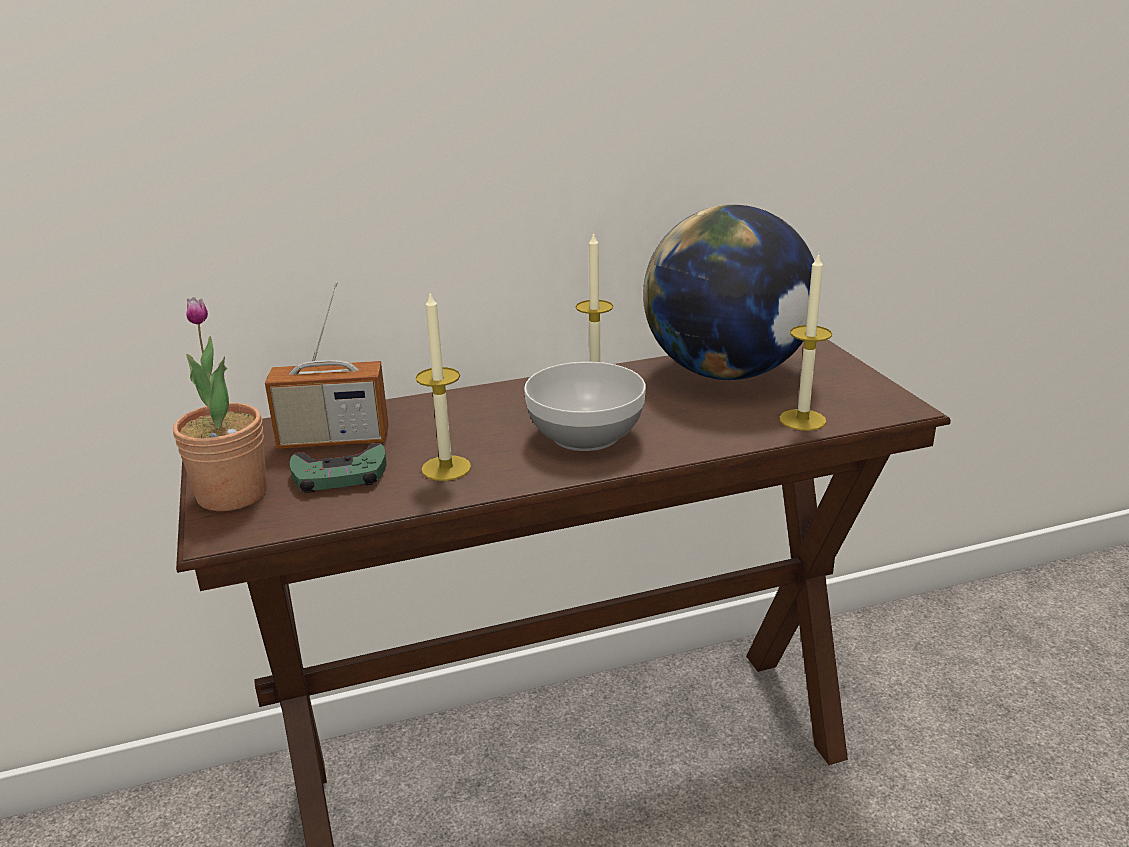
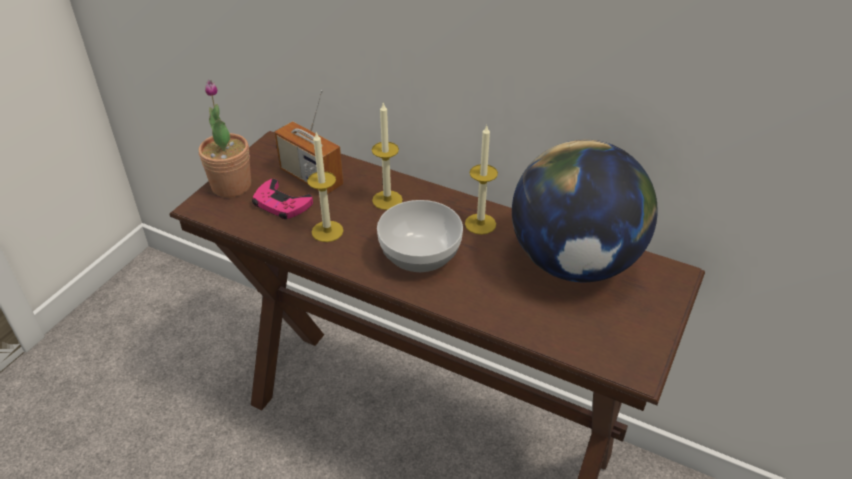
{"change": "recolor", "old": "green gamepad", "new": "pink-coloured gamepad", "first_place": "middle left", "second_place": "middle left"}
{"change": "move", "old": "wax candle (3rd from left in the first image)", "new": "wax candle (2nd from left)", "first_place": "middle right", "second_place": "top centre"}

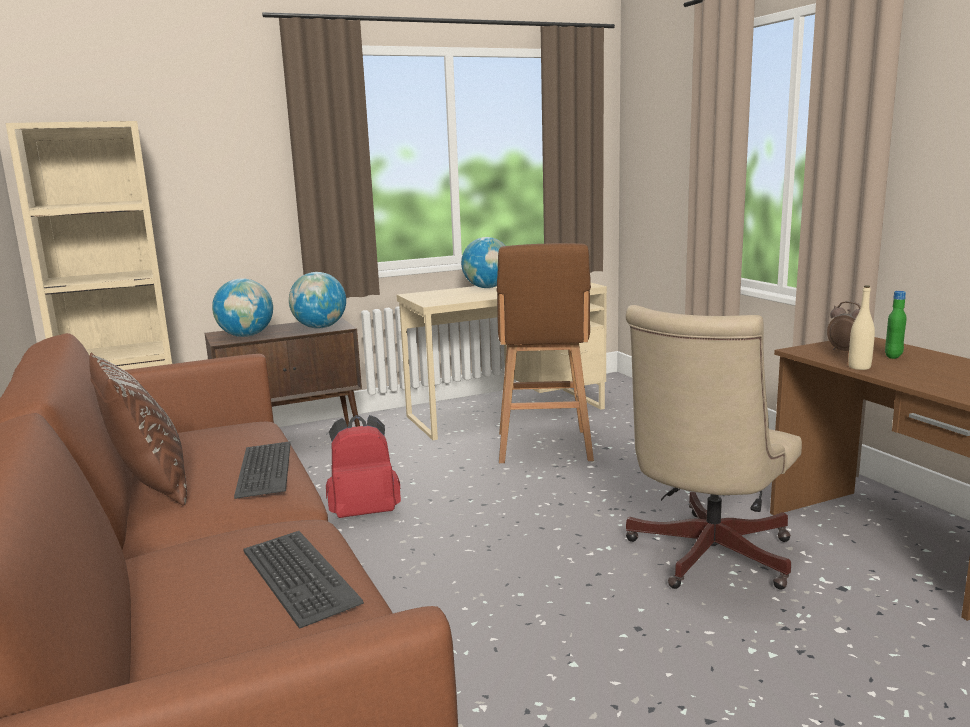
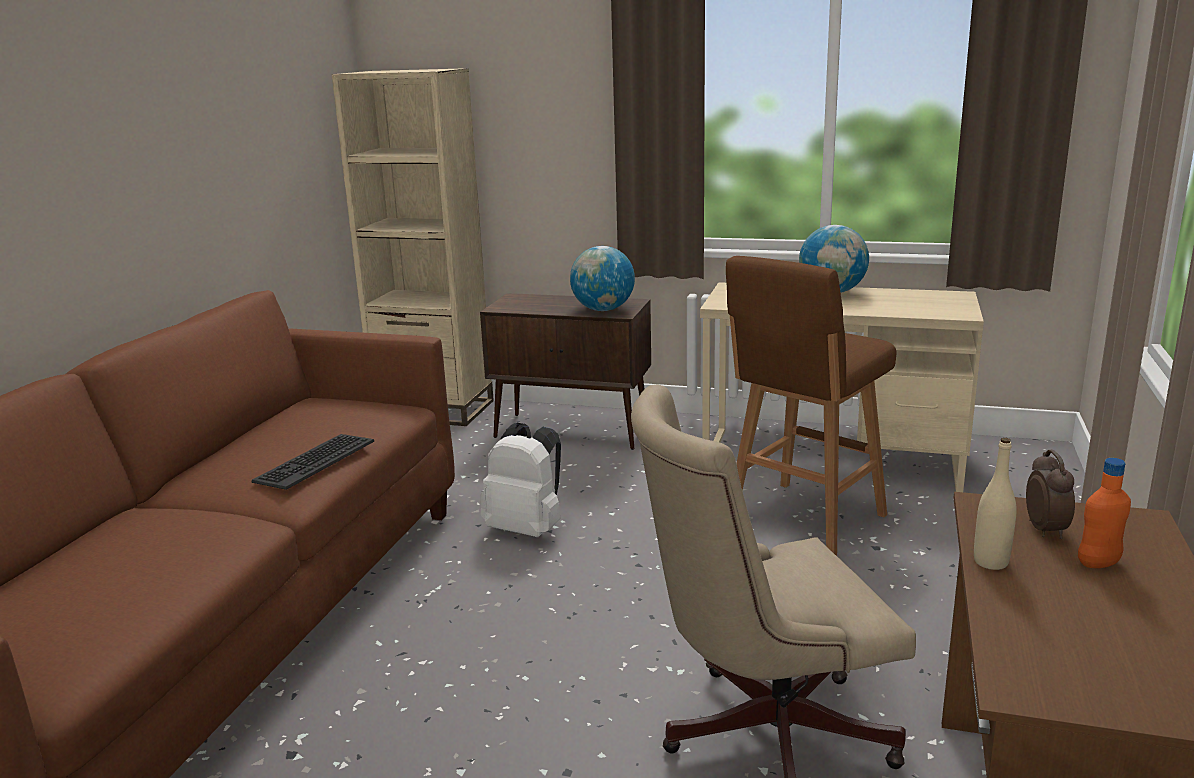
{"change": "delete", "old": "brownish cushion", "first_place": "middle left"}
{"change": "delete", "old": "desk globe (1st from left)", "first_place": "middle left"}
{"change": "delete", "old": "keyboard (2nd from left)", "first_place": "bottom left"}
{"change": "recolor", "old": "red-coloured knapsack", "new": "white knapsack", "first_place": "centre", "second_place": "centre"}
{"change": "recolor", "old": "green bottle", "new": "orange bottle", "first_place": "middle right", "second_place": "middle right"}

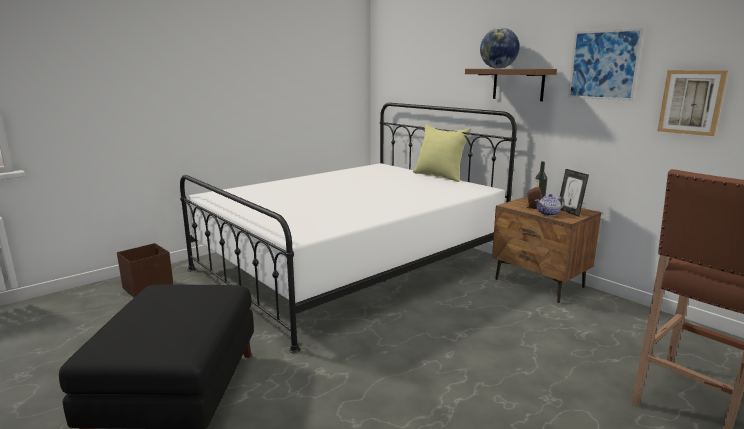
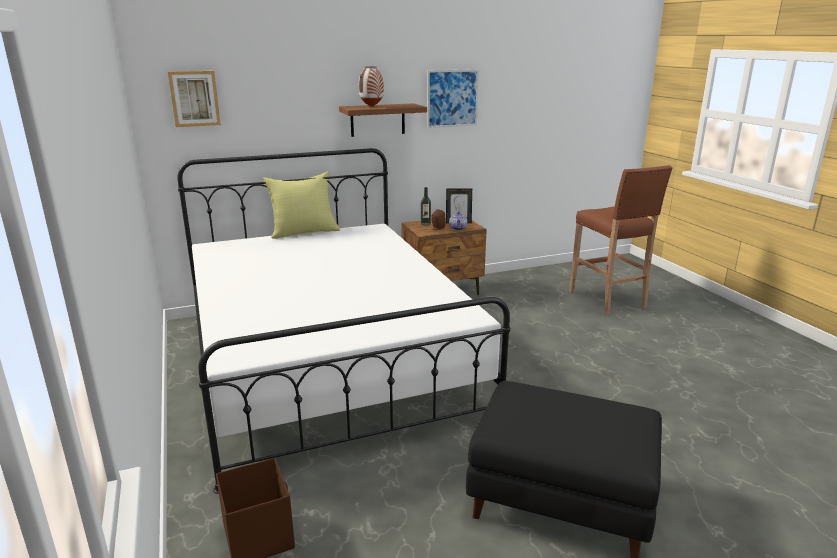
{"change": "replace", "old": "desk globe", "new": "vase", "first_place": "top right", "second_place": "top centre"}
{"change": "move", "old": "wall art (2nd from left in the first image)", "new": "wall art (1st from left)", "first_place": "top right", "second_place": "top left"}

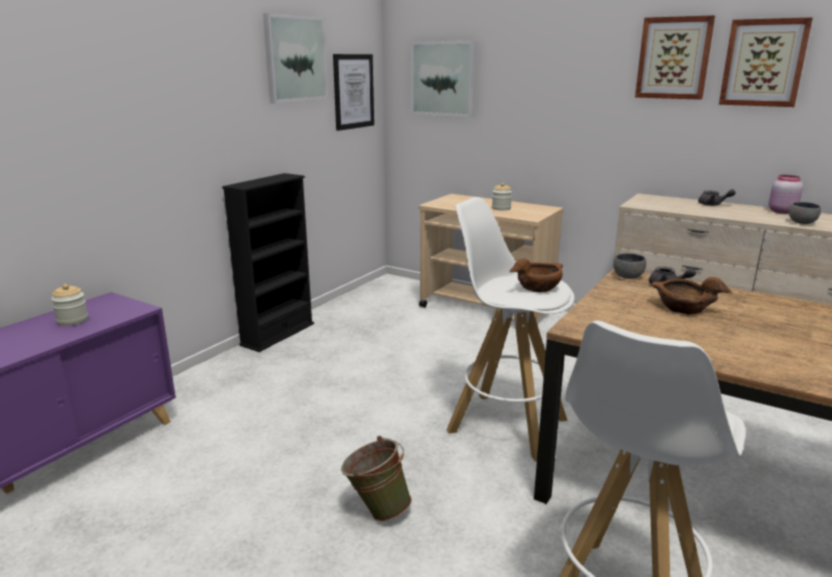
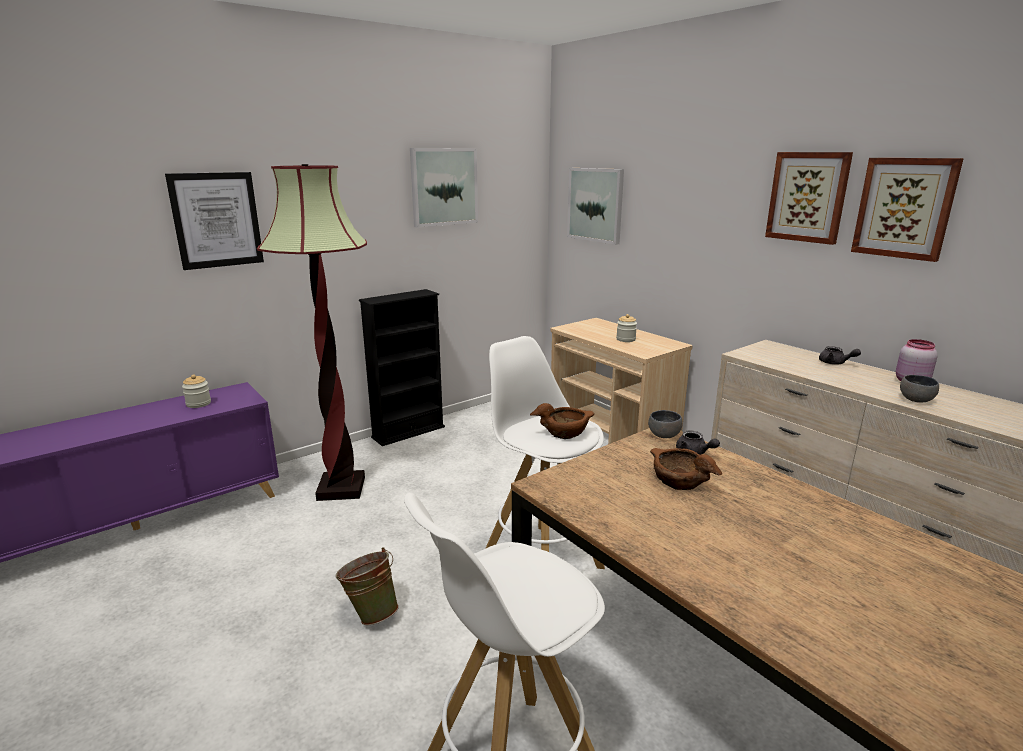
{"change": "move", "old": "wall art (2nd from left in the first image)", "new": "wall art (1st from left)", "first_place": "top centre", "second_place": "top left"}
{"change": "insert", "new": "floor lamp", "second_place": "middle left"}

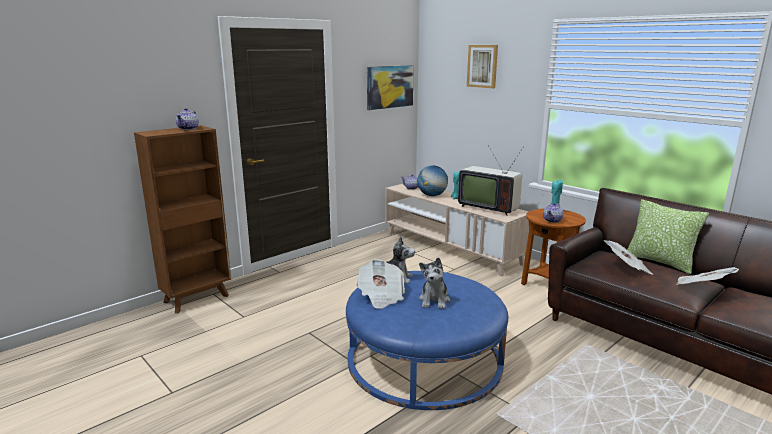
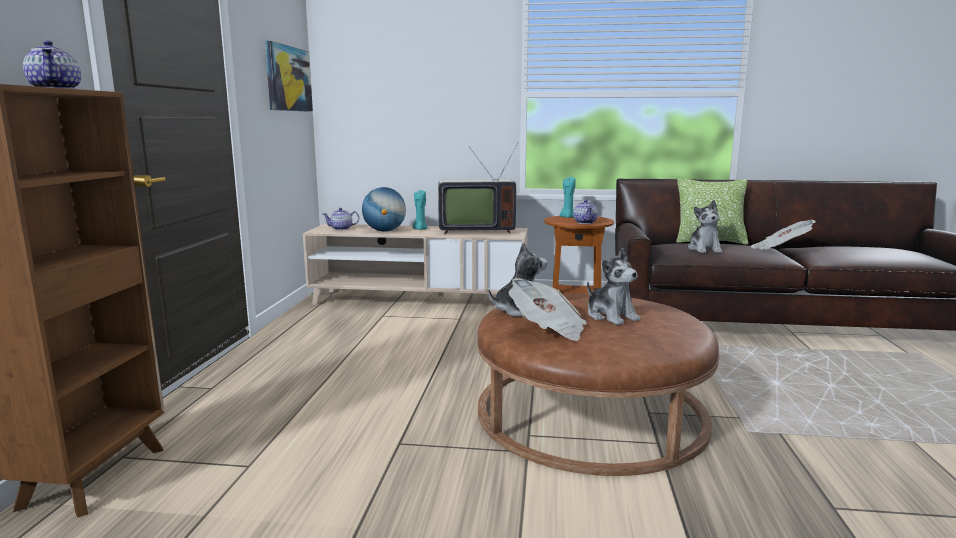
{"change": "recolor", "old": "blue-coloured ottoman", "new": "brownish ottoman", "first_place": "bottom centre", "second_place": "bottom centre"}
{"change": "delete", "old": "wall art (2nd from left)", "first_place": "top centre"}
{"change": "replace", "old": "newspaper (2nd from left)", "new": "plush toy (3rd from left)", "first_place": "middle right", "second_place": "middle right"}

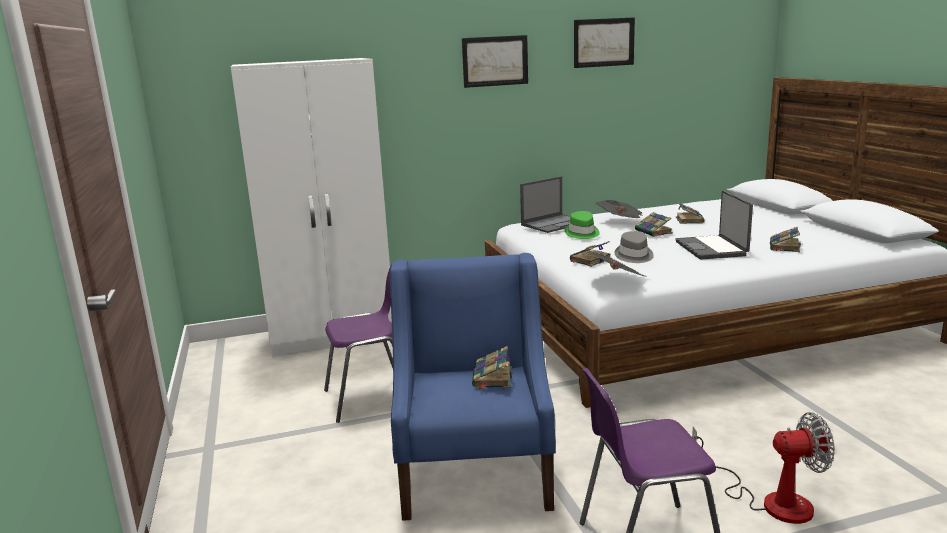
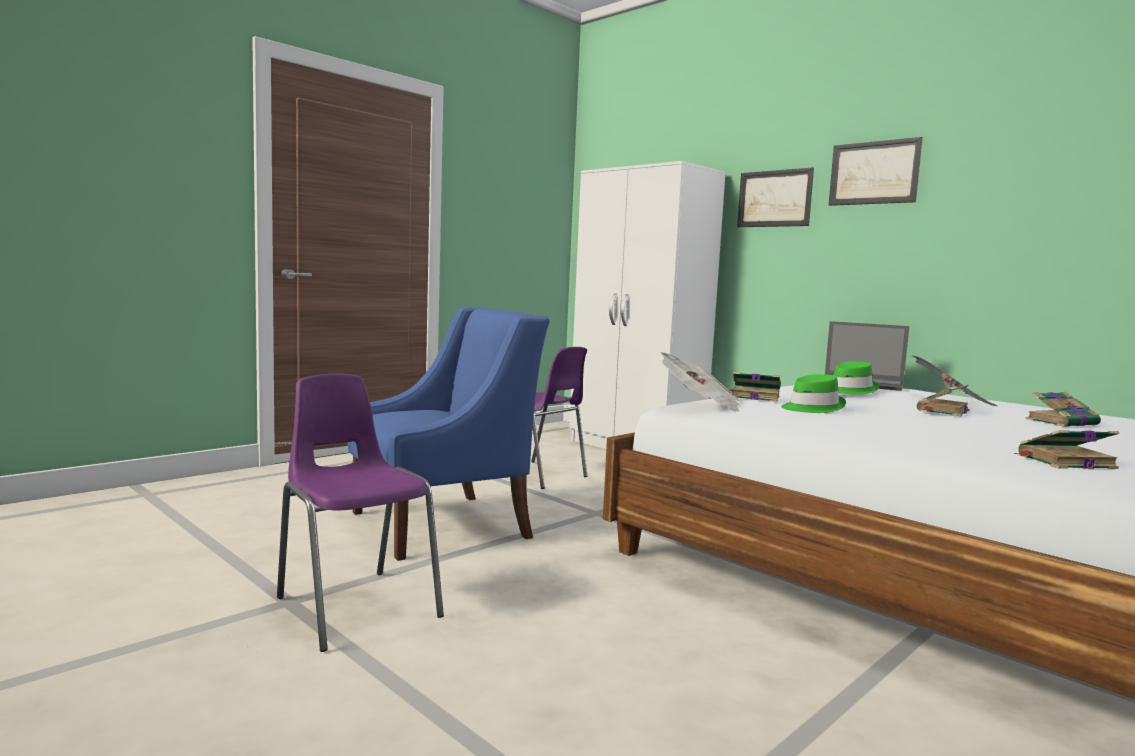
{"change": "delete", "old": "book (1st from left)", "first_place": "bottom centre"}
{"change": "move", "old": "wall art (2nd from left in the first image)", "new": "wall art (1st from left)", "first_place": "top centre", "second_place": "top right"}
{"change": "recolor", "old": "greyish hat", "new": "green hat (1st from left)", "first_place": "middle right", "second_place": "middle right"}
{"change": "delete", "old": "notebook computer (2nd from left)", "first_place": "middle right"}
{"change": "delete", "old": "cooling fan", "first_place": "bottom right"}

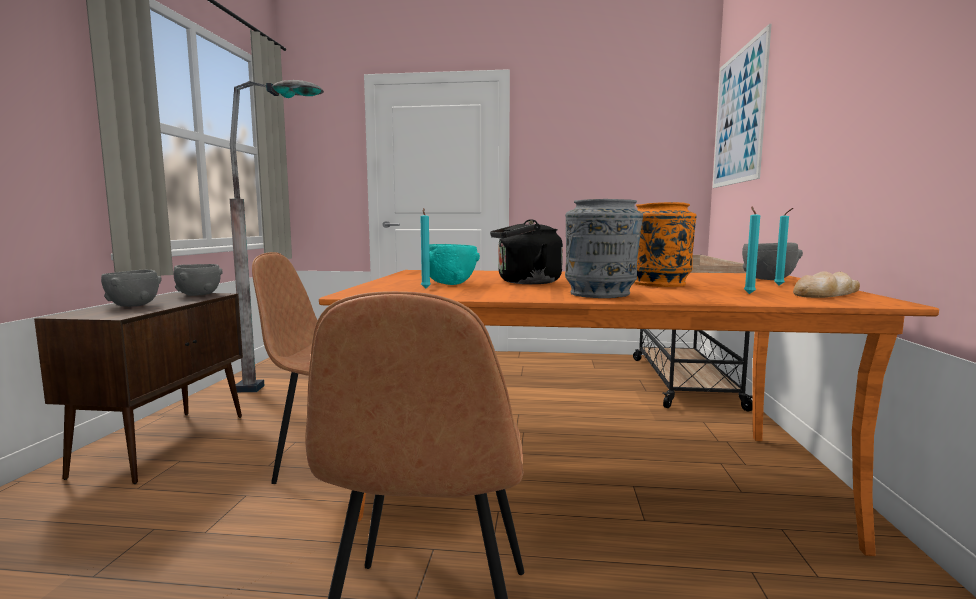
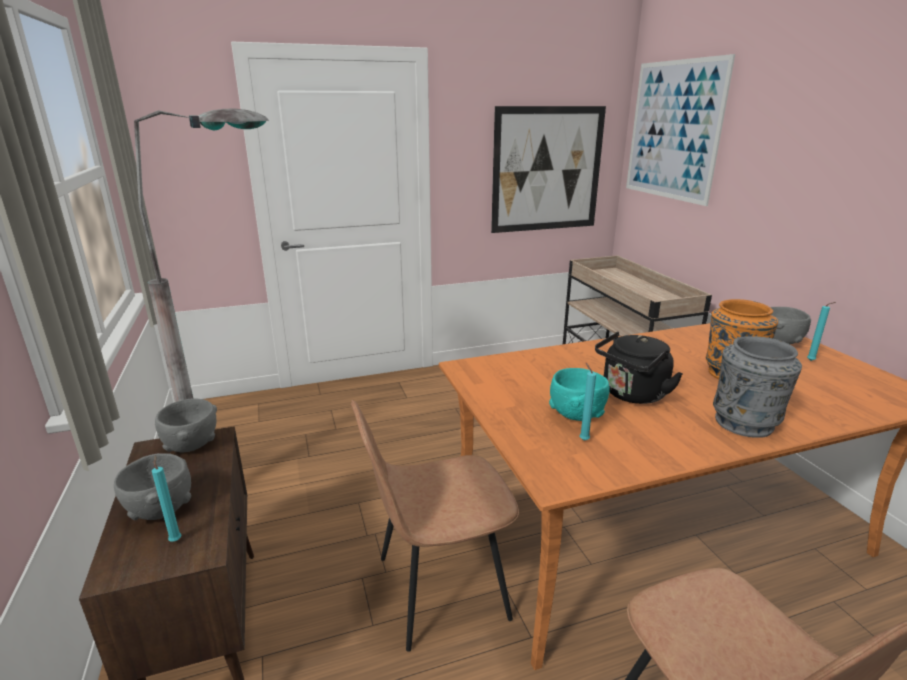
{"change": "move", "old": "turquoise-coloured wax candle (2nd from left in the first image)", "new": "turquoise-coloured wax candle (1st from left)", "first_place": "middle right", "second_place": "bottom left"}
{"change": "delete", "old": "bakery bread", "first_place": "middle right"}
{"change": "insert", "new": "wall art (1st from left)", "second_place": "top centre"}

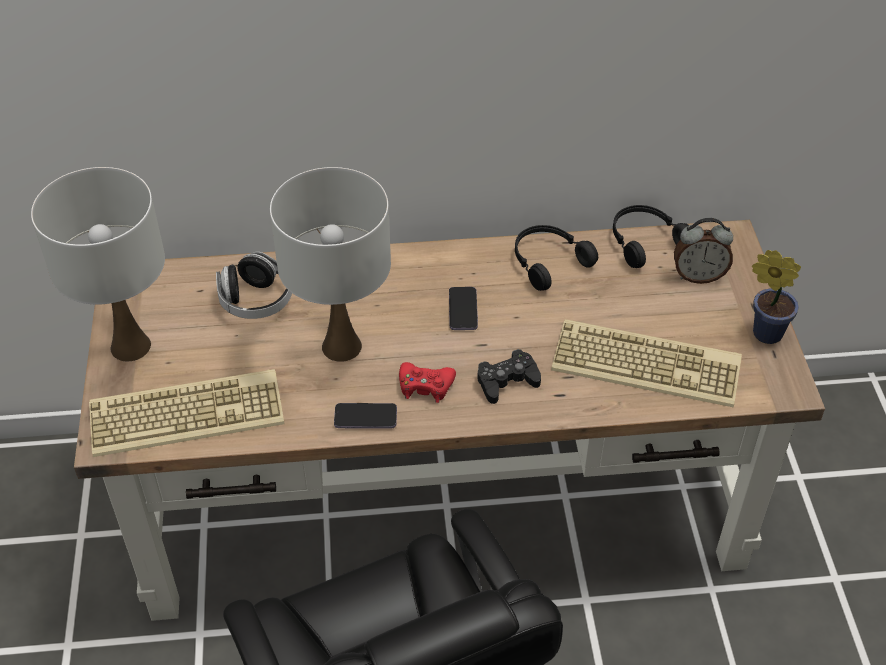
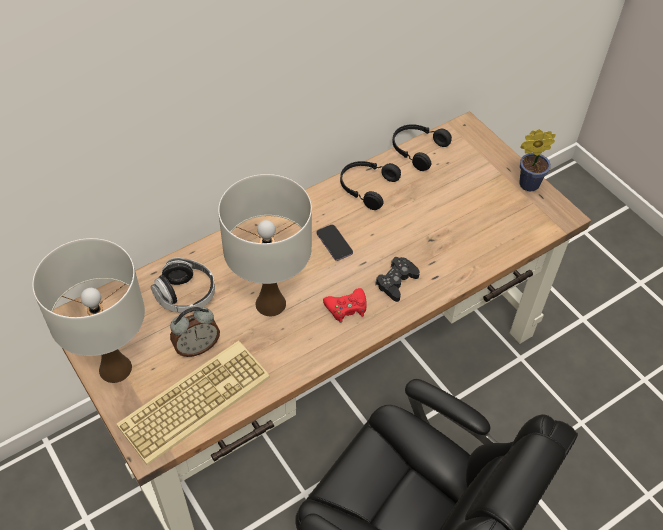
{"change": "delete", "old": "telephone (1st from left)", "first_place": "centre"}
{"change": "delete", "old": "keyboard (2nd from left)", "first_place": "middle right"}
{"change": "move", "old": "bedside clock", "first_place": "middle right", "second_place": "middle left"}

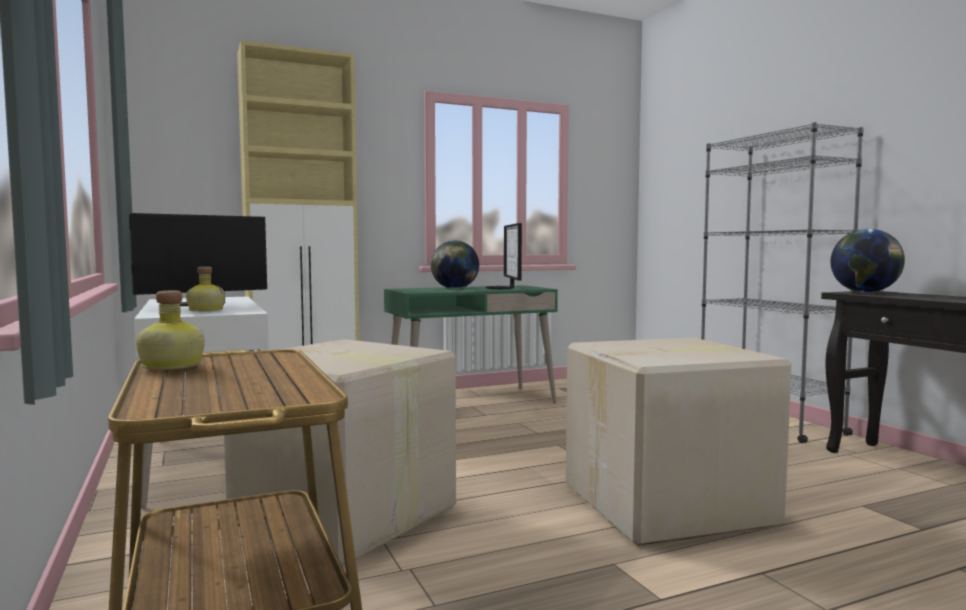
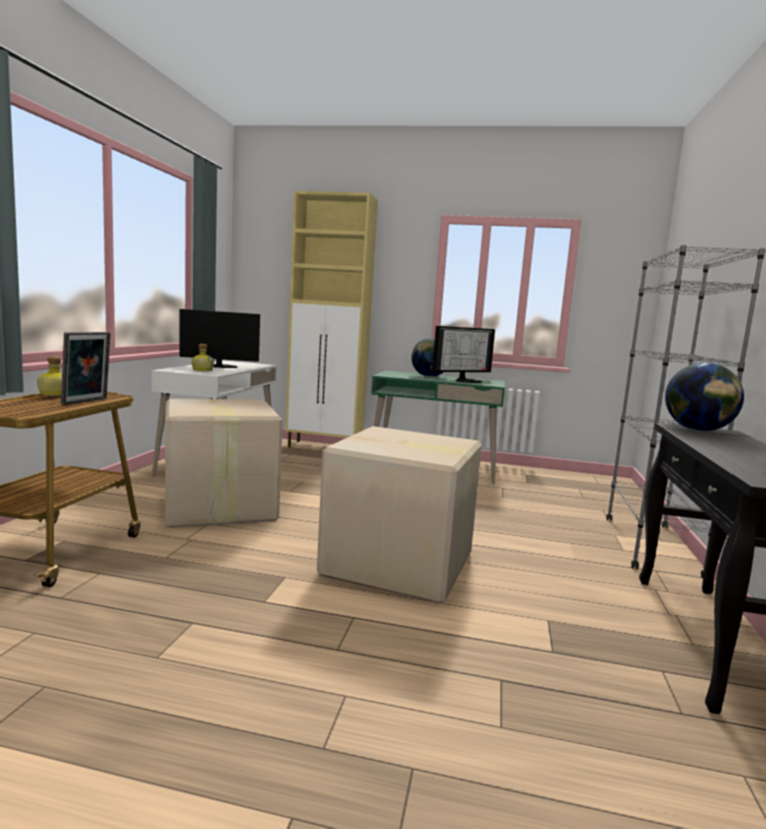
{"change": "rotate", "old": "computer display (2nd from left)", "first_place": "centre", "second_place": "centre", "degrees": -150}
{"change": "insert", "new": "photo frame", "second_place": "middle left"}

